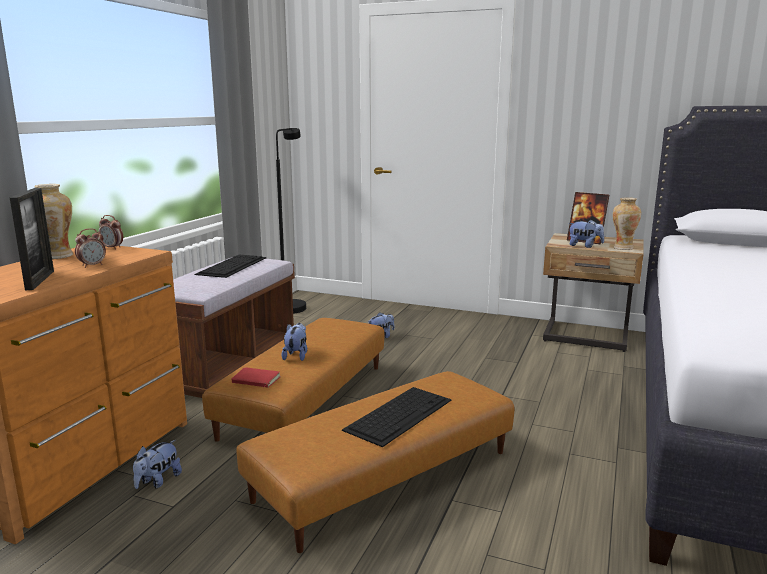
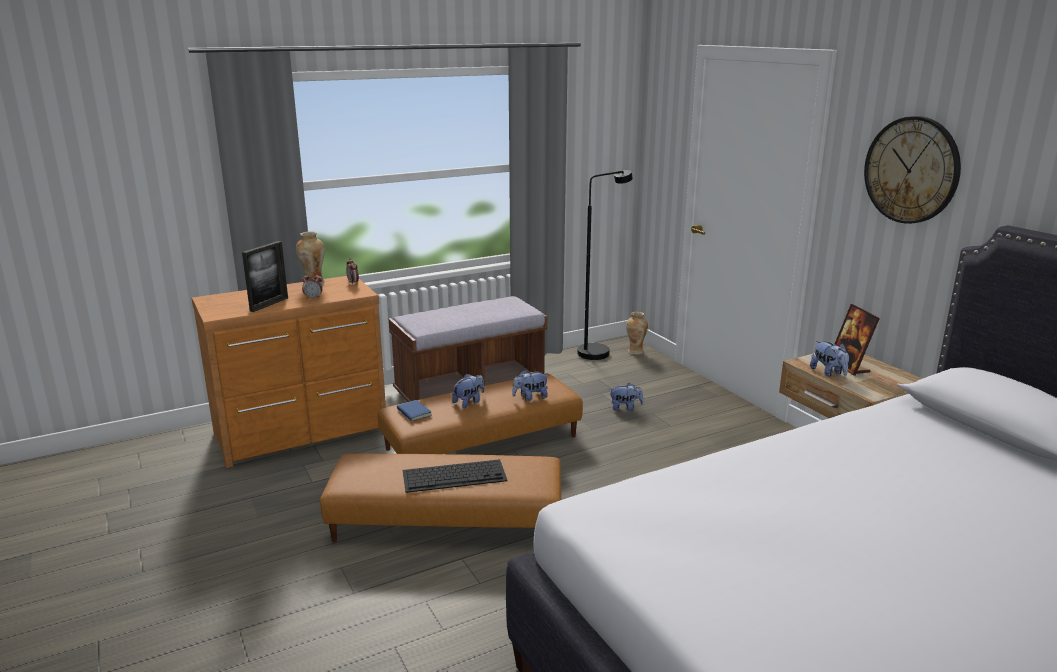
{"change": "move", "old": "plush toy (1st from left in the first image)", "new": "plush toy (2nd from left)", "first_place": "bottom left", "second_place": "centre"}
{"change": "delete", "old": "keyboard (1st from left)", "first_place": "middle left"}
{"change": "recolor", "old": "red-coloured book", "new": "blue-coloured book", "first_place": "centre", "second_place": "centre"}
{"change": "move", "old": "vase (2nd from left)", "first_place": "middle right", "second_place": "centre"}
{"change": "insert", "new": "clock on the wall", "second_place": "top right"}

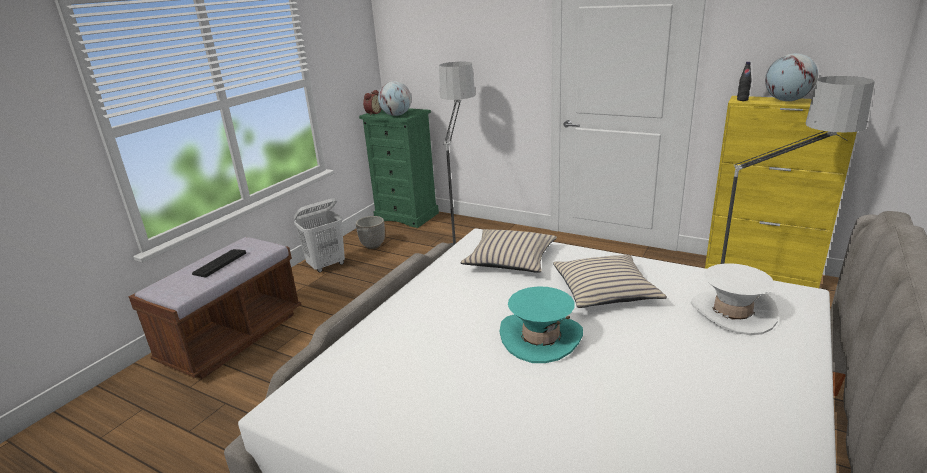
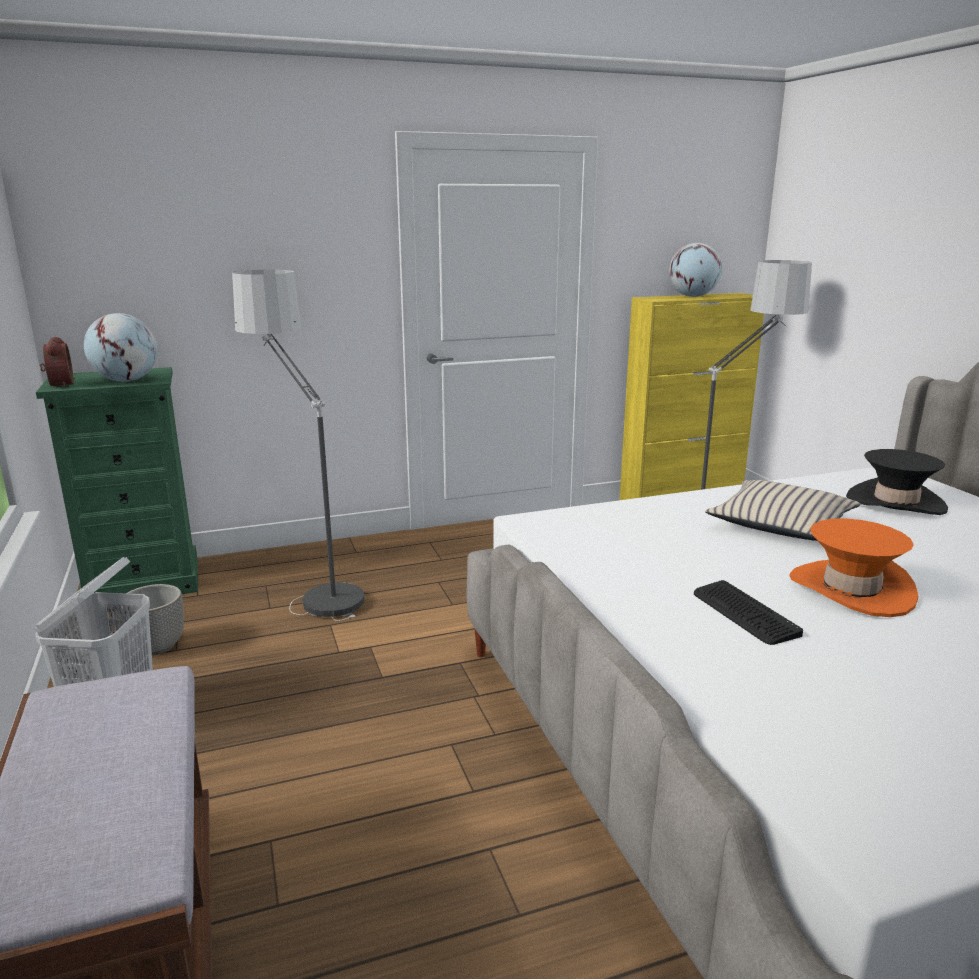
{"change": "move", "old": "keyboard", "first_place": "middle left", "second_place": "middle right"}
{"change": "delete", "old": "beige-coloured cushion (1st from left)", "first_place": "centre"}
{"change": "recolor", "old": "turquoise-coloured hat", "new": "orange hat", "first_place": "bottom centre", "second_place": "middle right"}
{"change": "recolor", "old": "white hat", "new": "black-coloured hat", "first_place": "middle right", "second_place": "middle right"}
{"change": "delete", "old": "black-coloured bottle", "first_place": "top right"}

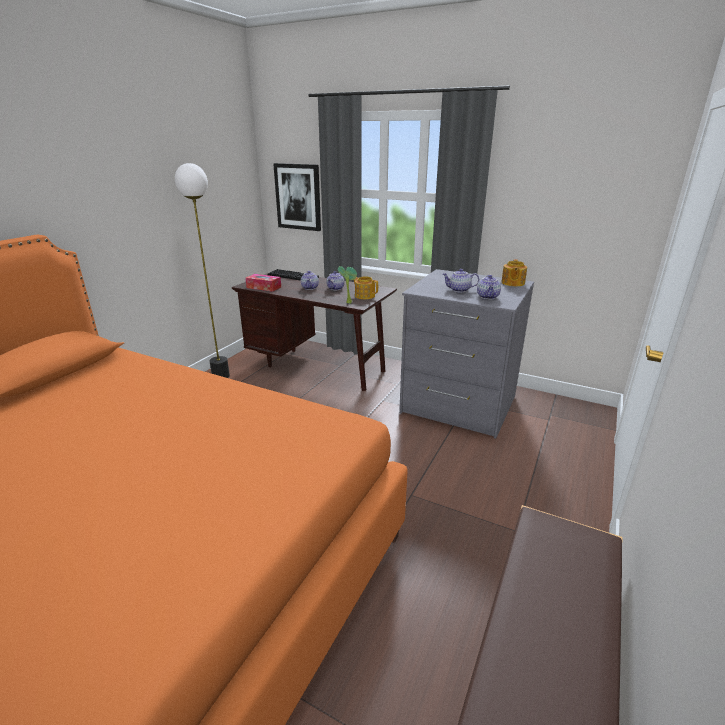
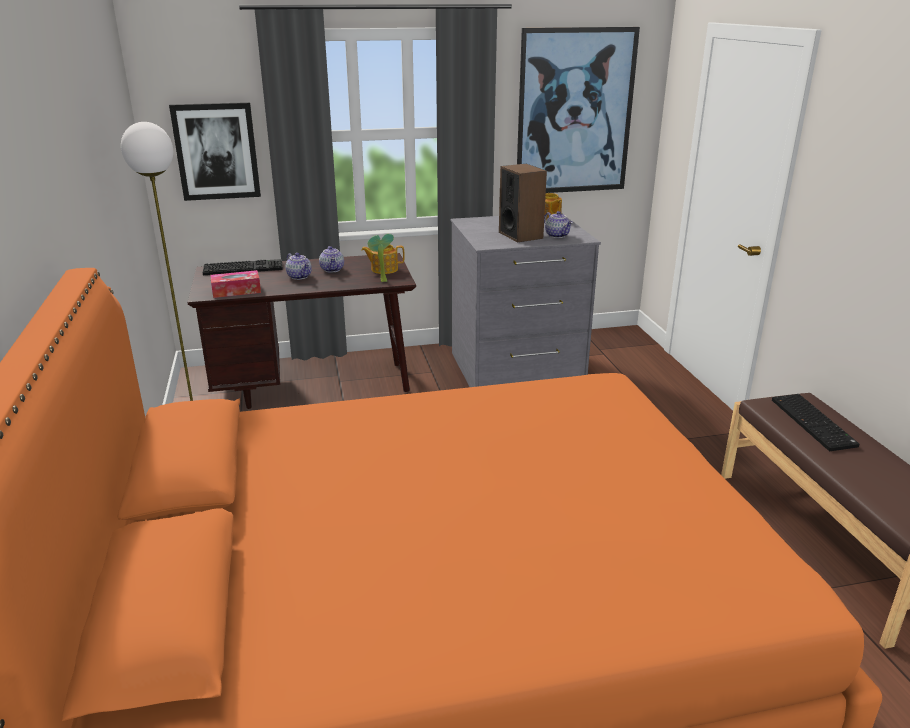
{"change": "replace", "old": "tea pot (4th from left)", "new": "audio speaker", "first_place": "centre", "second_place": "top centre"}
{"change": "insert", "new": "wall art (2nd from left)", "second_place": "top centre"}
{"change": "insert", "new": "keyboard (2nd from left)", "second_place": "middle right"}

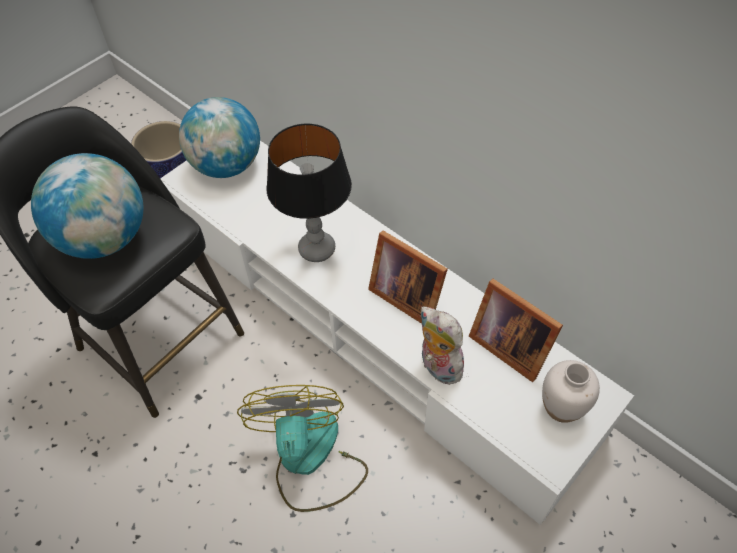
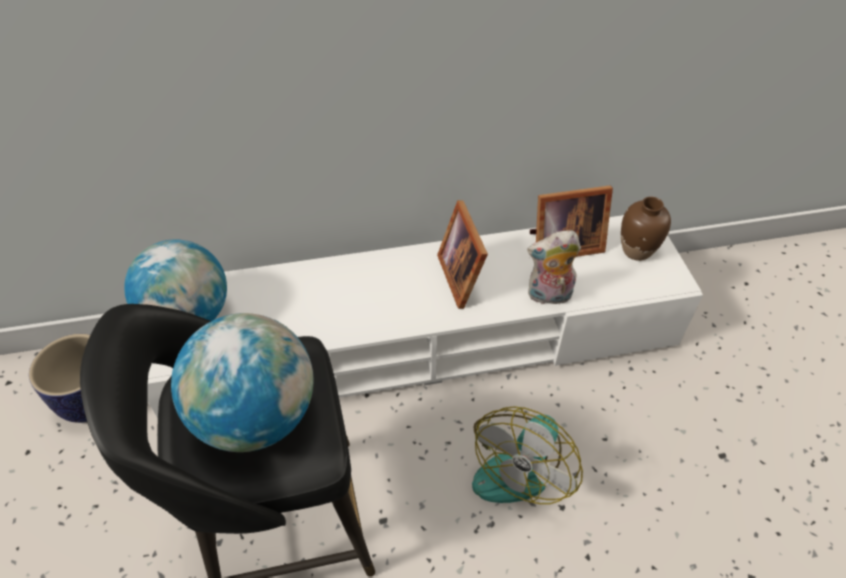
{"change": "rotate", "old": "cooling fan", "first_place": "bottom centre", "second_place": "bottom centre", "degrees": -90}
{"change": "delete", "old": "table lamp", "first_place": "centre"}
{"change": "rotate", "old": "photo frame (1st from left)", "first_place": "centre", "second_place": "centre", "degrees": 90}
{"change": "recolor", "old": "white vase", "new": "brownish vase", "first_place": "bottom right", "second_place": "middle right"}

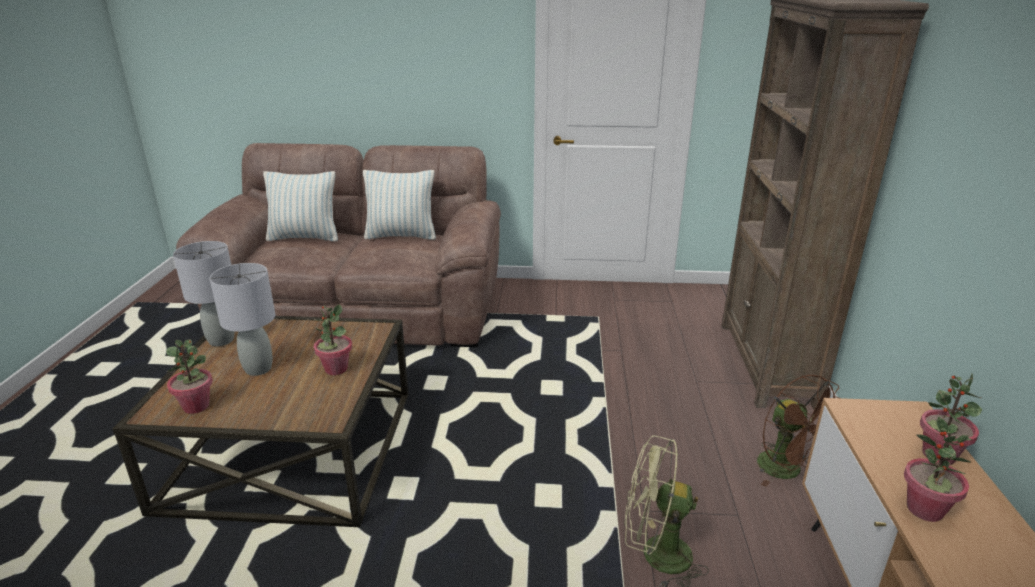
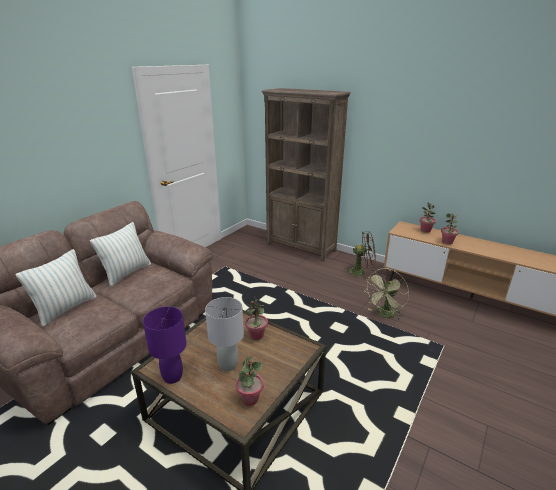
{"change": "recolor", "old": "greyish table lamp (1st from left)", "new": "purple-coloured table lamp", "first_place": "middle left", "second_place": "bottom left"}

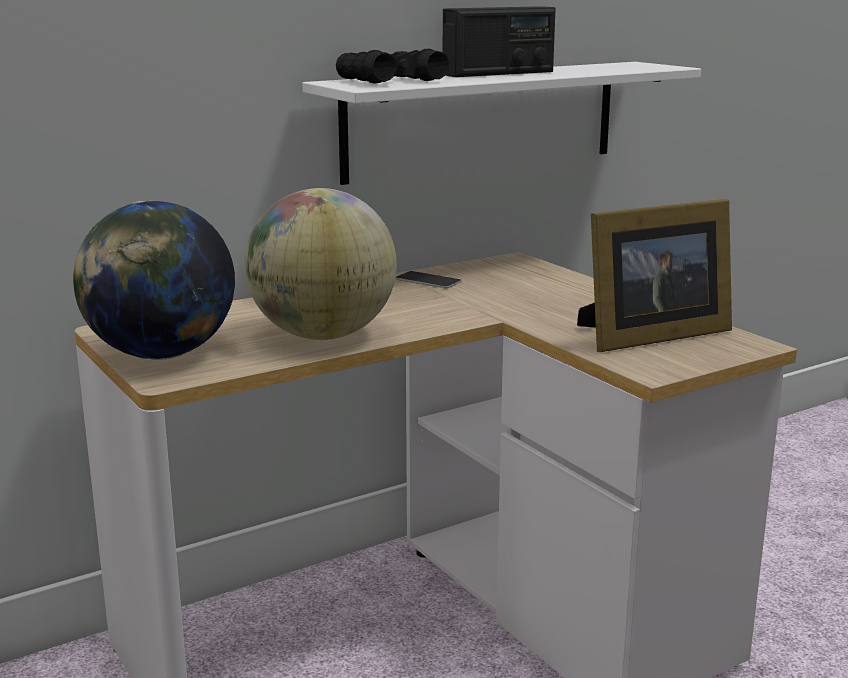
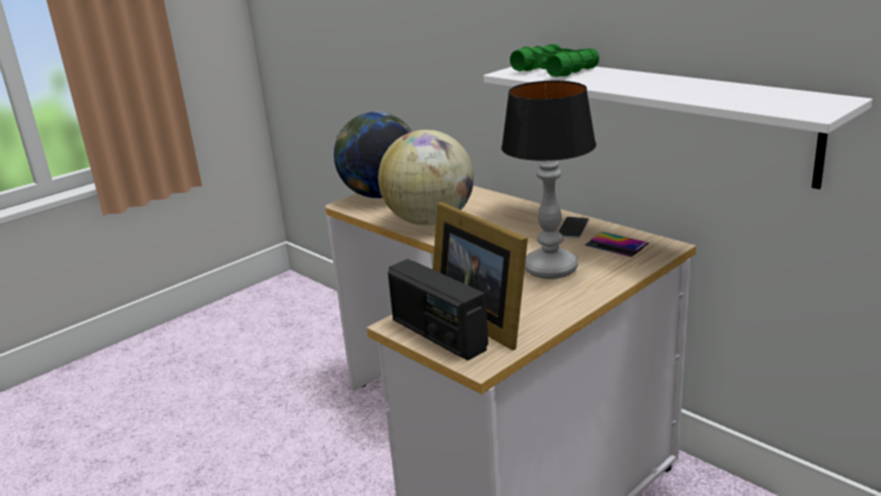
{"change": "recolor", "old": "black-coloured field glasses", "new": "green field glasses", "first_place": "top centre", "second_place": "top centre"}
{"change": "move", "old": "radio", "first_place": "top centre", "second_place": "centre"}
{"change": "insert", "new": "table lamp", "second_place": "centre"}
{"change": "insert", "new": "telephone (2nd from left)", "second_place": "middle right"}

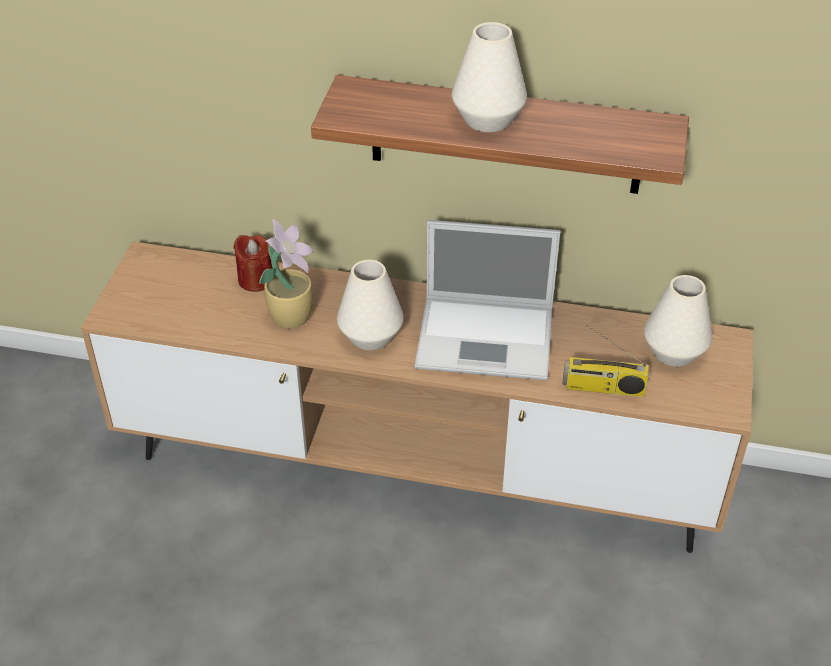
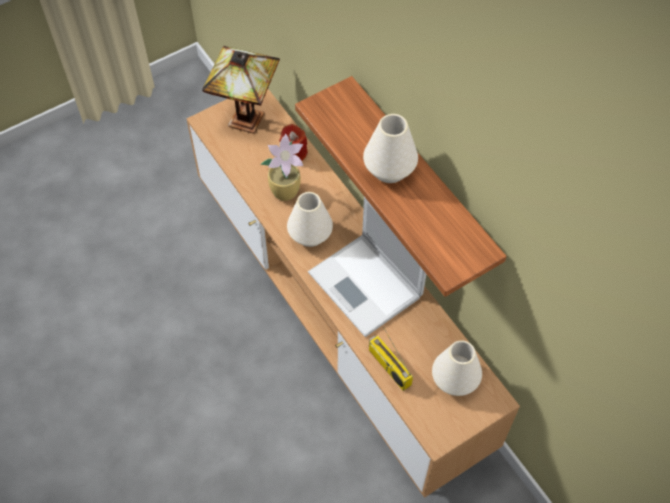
{"change": "insert", "new": "table lamp", "second_place": "top centre"}

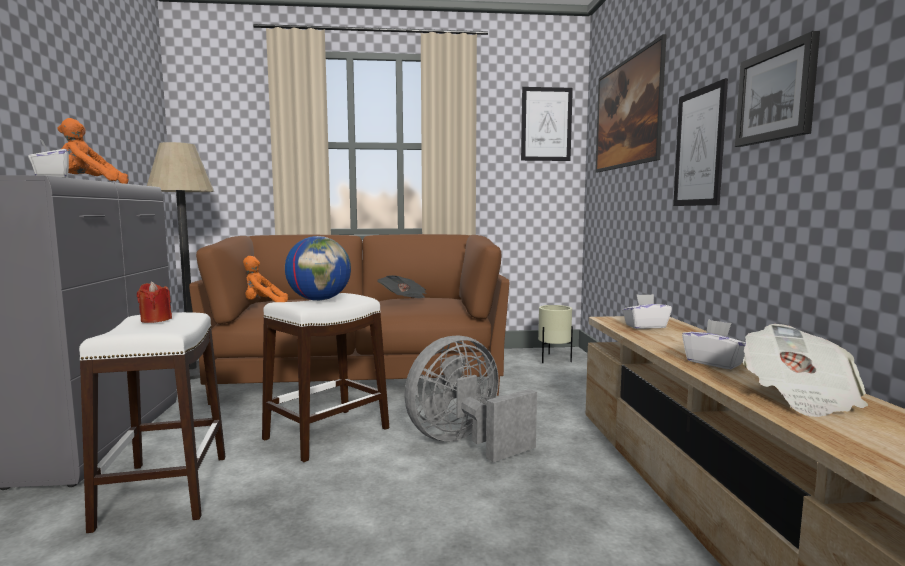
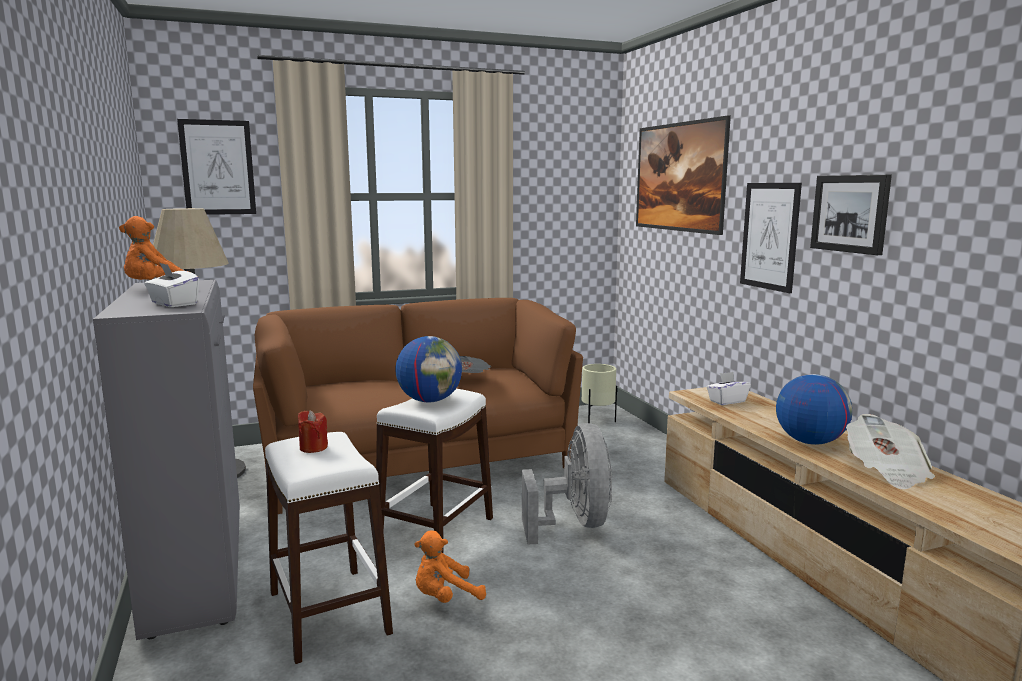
{"change": "move", "old": "orange plush toy (2nd from left)", "first_place": "middle left", "second_place": "bottom centre"}
{"change": "rotate", "old": "greyish cooling fan", "first_place": "bottom centre", "second_place": "bottom centre", "degrees": 135}
{"change": "move", "old": "wall art (1st from left)", "first_place": "top centre", "second_place": "top left"}
{"change": "replace", "old": "white tissue box (3rd from left)", "new": "desk globe (2nd from left)", "first_place": "middle right", "second_place": "middle right"}

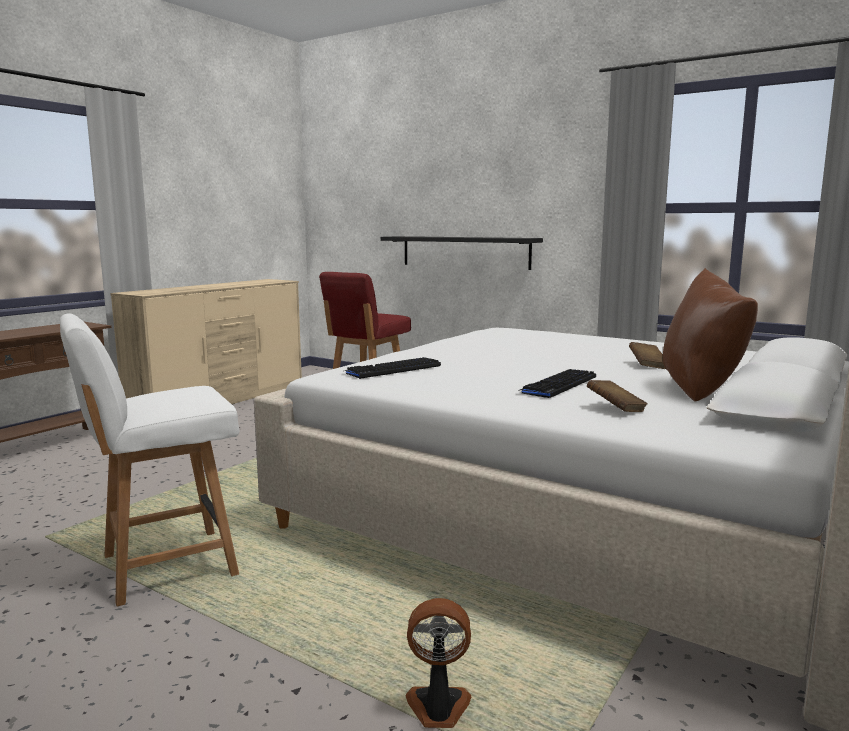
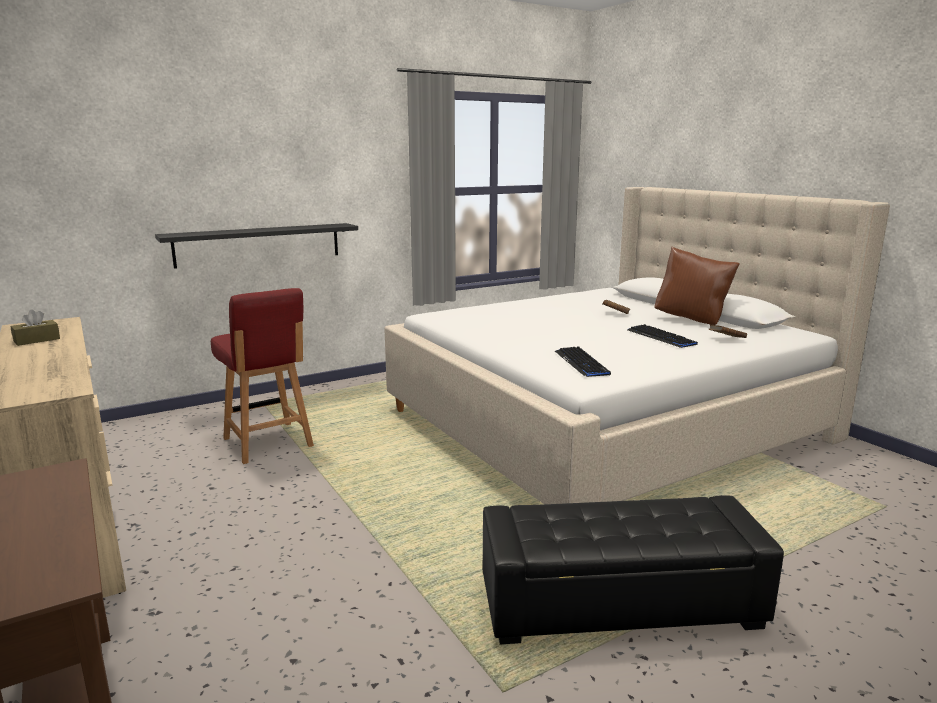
{"change": "replace", "old": "white upright chair", "new": "black-coloured ottoman", "first_place": "middle left", "second_place": "bottom right"}
{"change": "delete", "old": "cooling fan", "first_place": "bottom centre"}
{"change": "insert", "new": "brownish tissue box", "second_place": "middle left"}

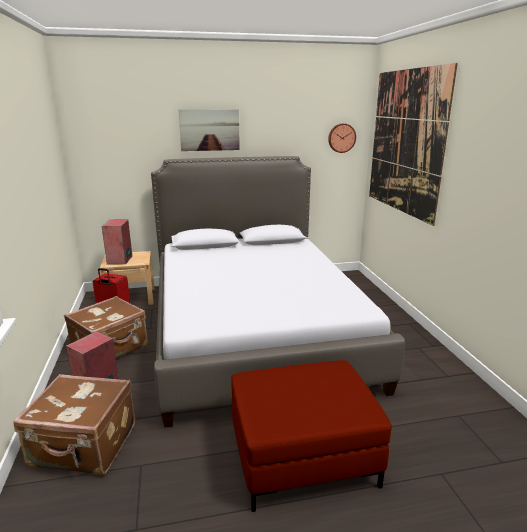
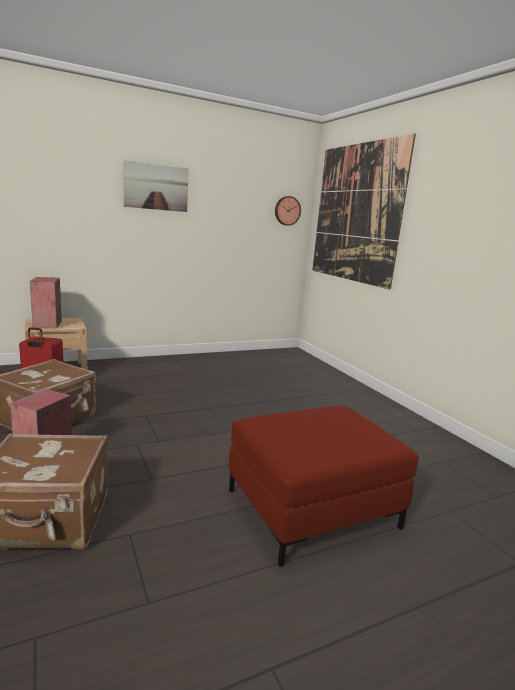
{"change": "delete", "old": "sleeping bed", "first_place": "centre"}

